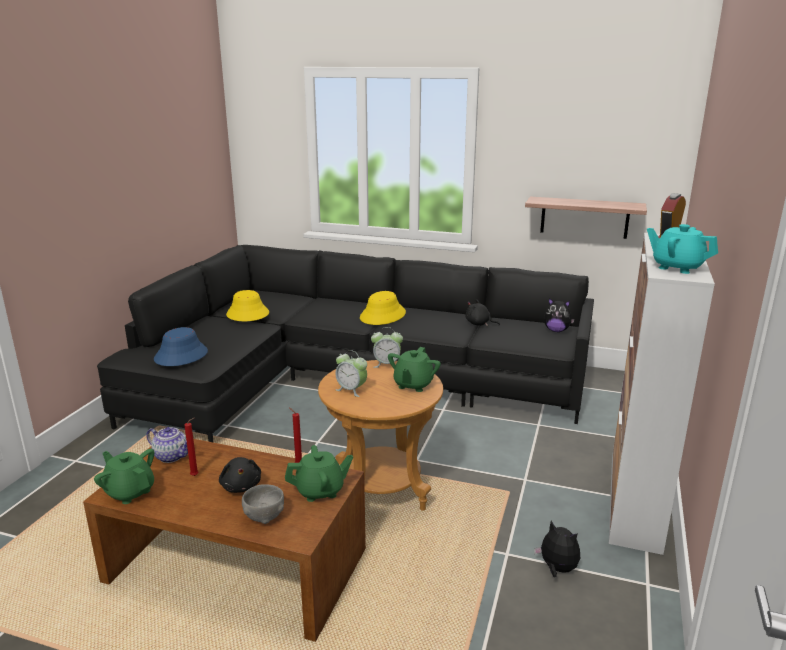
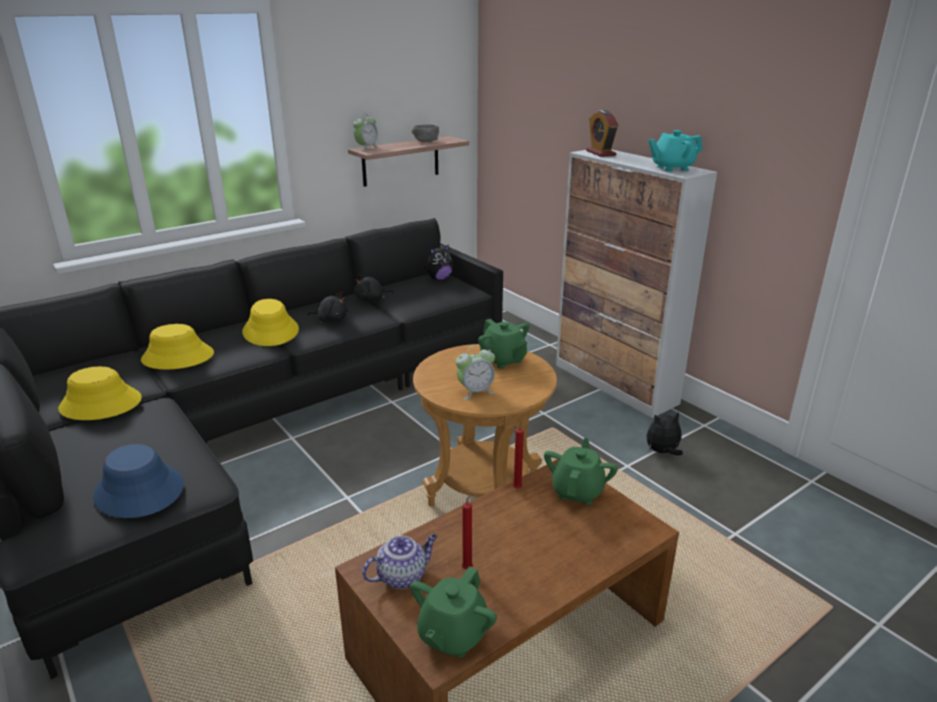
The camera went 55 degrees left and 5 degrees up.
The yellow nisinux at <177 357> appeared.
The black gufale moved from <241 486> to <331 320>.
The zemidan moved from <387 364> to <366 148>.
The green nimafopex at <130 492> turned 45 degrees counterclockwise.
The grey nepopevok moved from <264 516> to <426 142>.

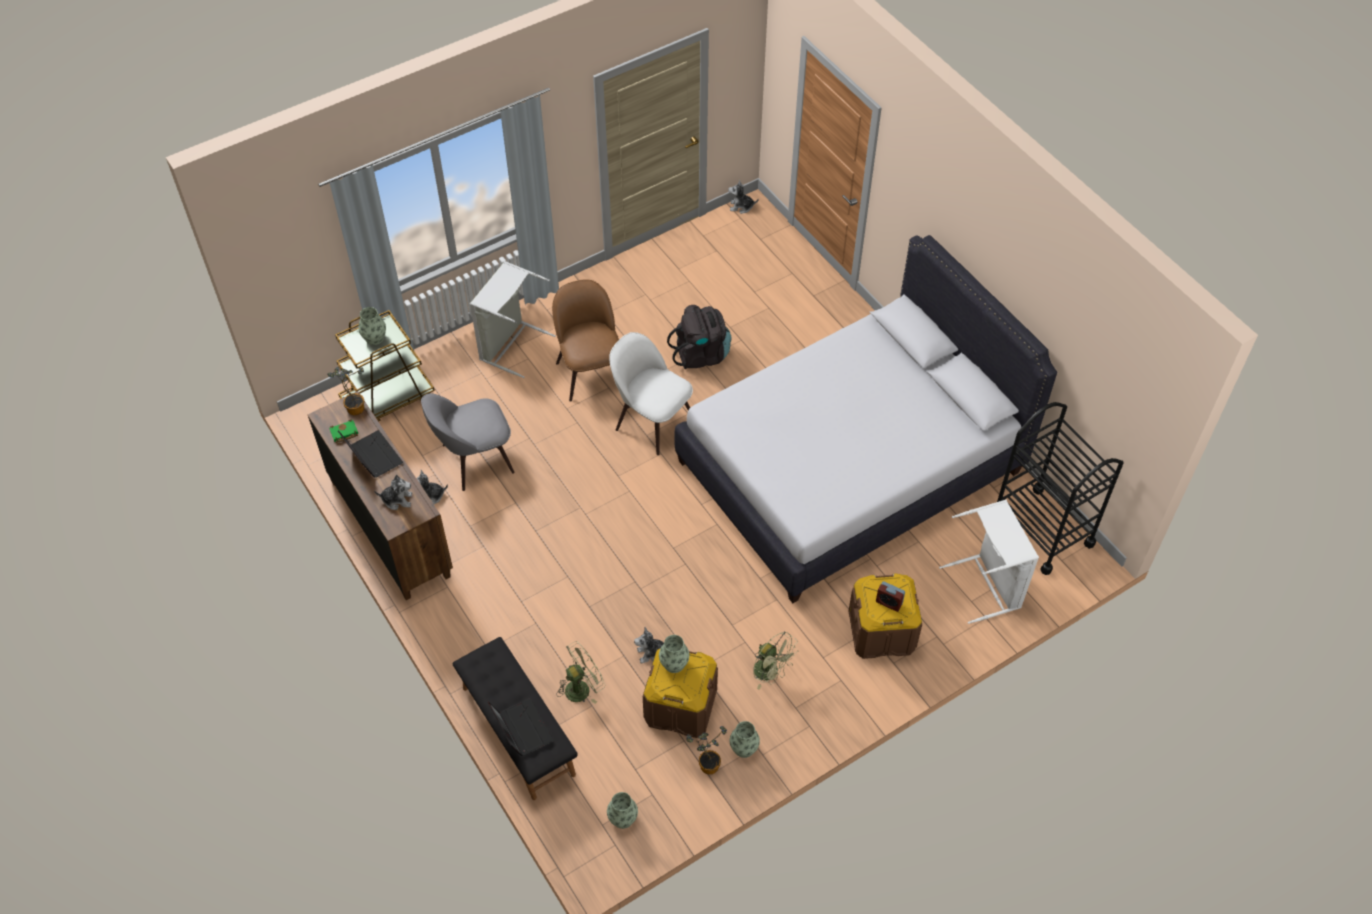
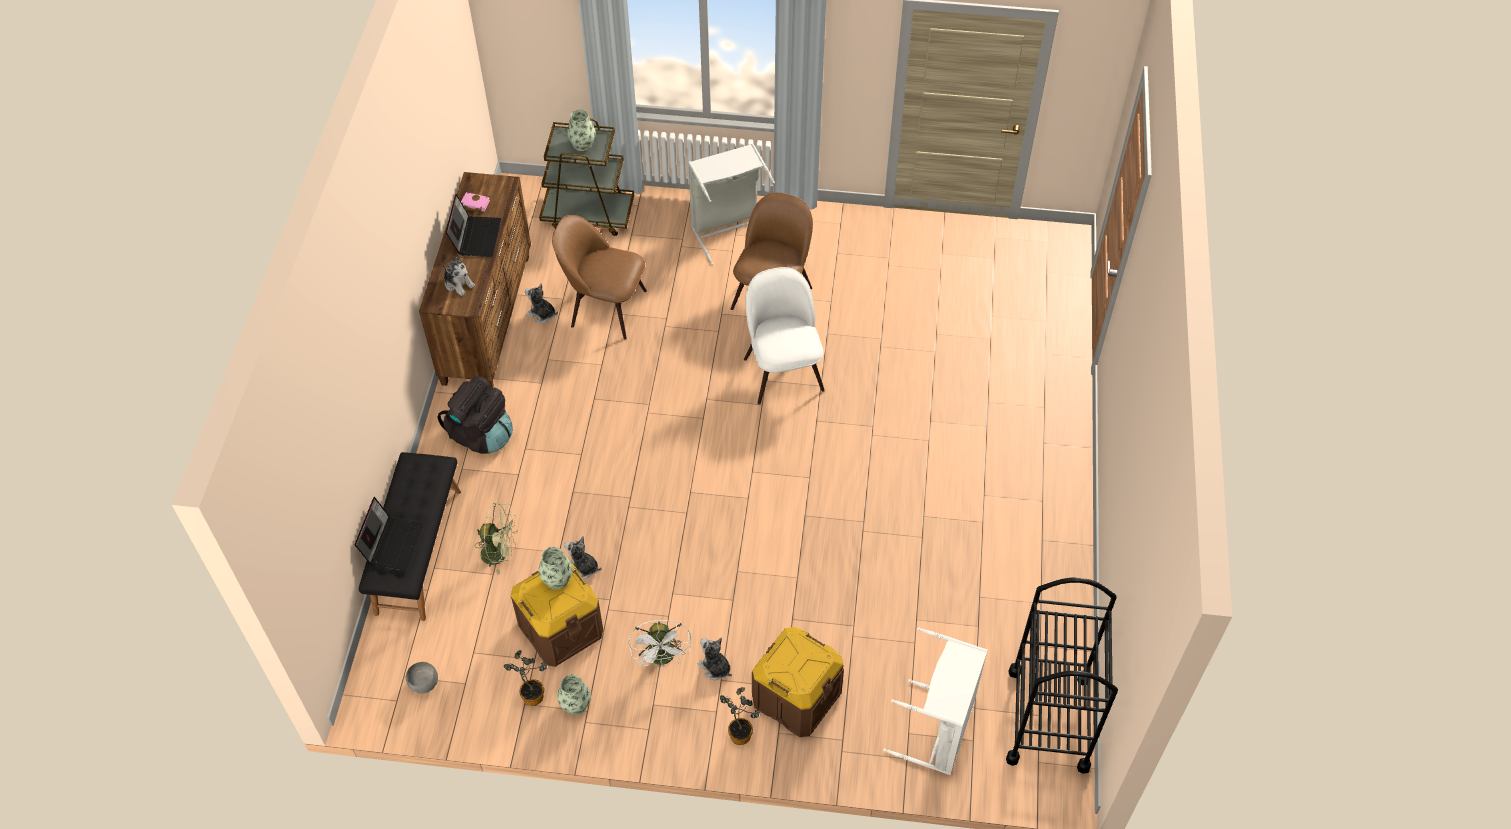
The camera went 40 degrees right and 0 degrees up.
The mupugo at <622 818> was replaced by the grey nepopevok at <423 684>.
The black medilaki moved from <701 354> to <481 435>.
The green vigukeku at <344 433> became the pink vigukeku at <474 204>.
The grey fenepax at <474 459> became the brown fenepax at <605 307>.
The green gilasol at <771 673> became the white gilasol at <663 658>.
The gufale moved from <741 207> to <715 667>.
The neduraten moved from <354 406> to <741 732>.
The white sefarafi at <849 466> disappeared.
The zemidan at <889 602> disappeared.

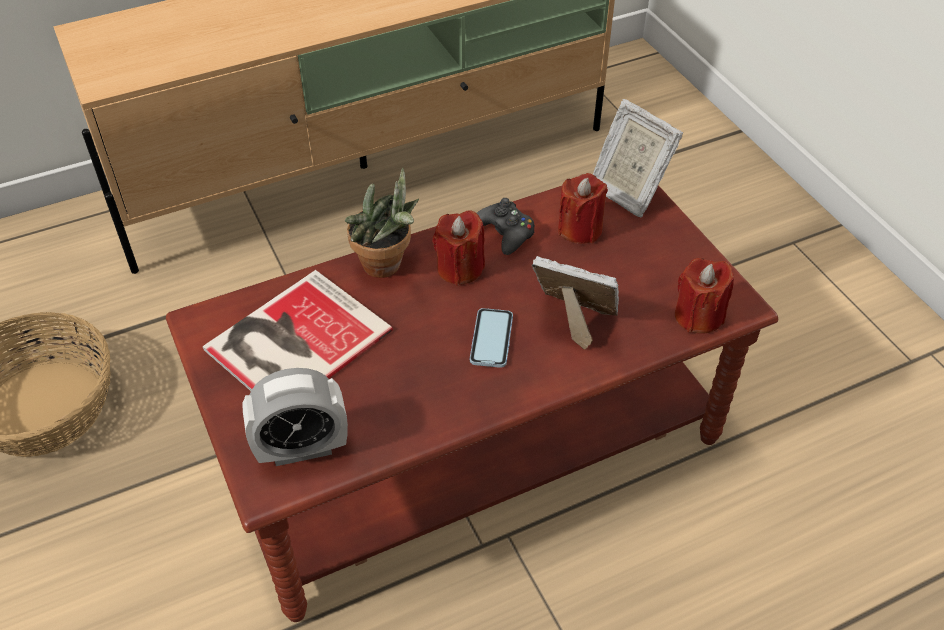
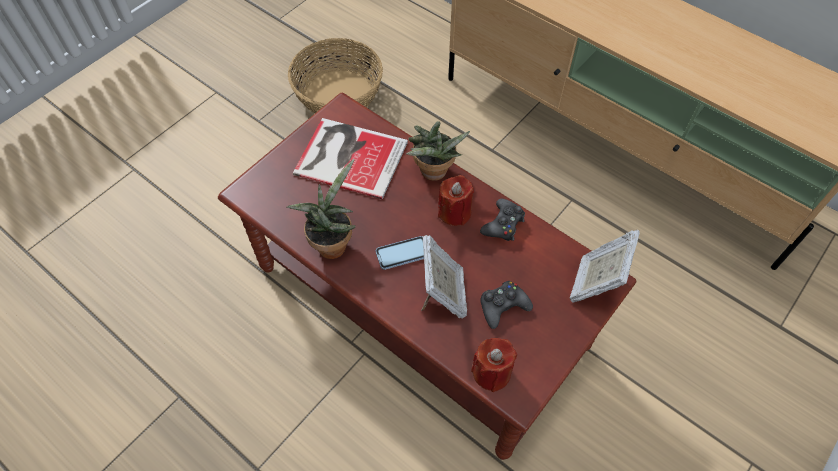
The camera went 65 degrees right and 10 degrees up.
The neduraten at <332 243> appeared.
The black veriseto at <503 306> appeared.
The zemidan at <302 448> disappeared.
The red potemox at <580 229> disappeared.

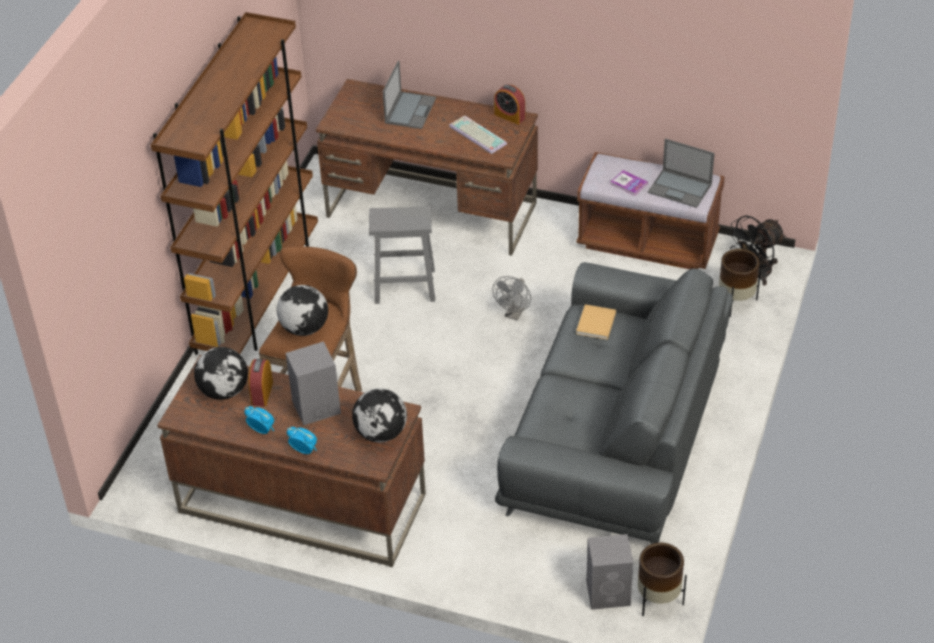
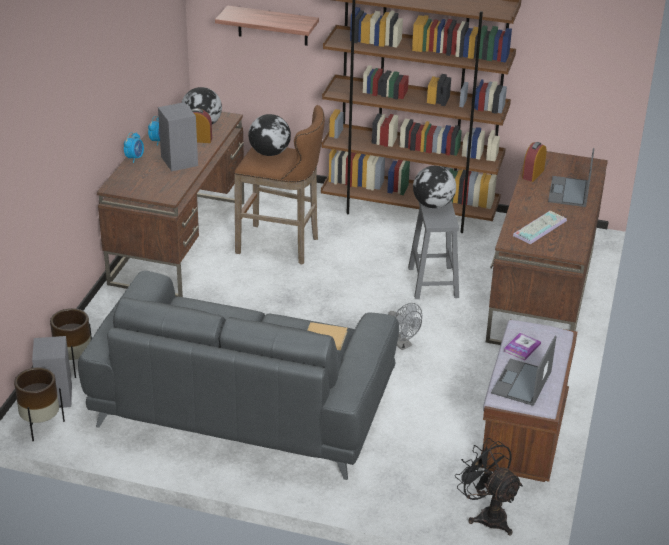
The camera went 85 degrees right and 10 degrees down.
The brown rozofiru moved from <736 302> to <74 364>.
The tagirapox at <272 26> appeared.
The grey gilasol at <514 314> turned 150 degrees counterclockwise.
The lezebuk moved from <381 433> to <433 205>.
The zemidan moved from <509 116> to <533 174>.
The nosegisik at <410 110> turned 90 degrees clockwise.

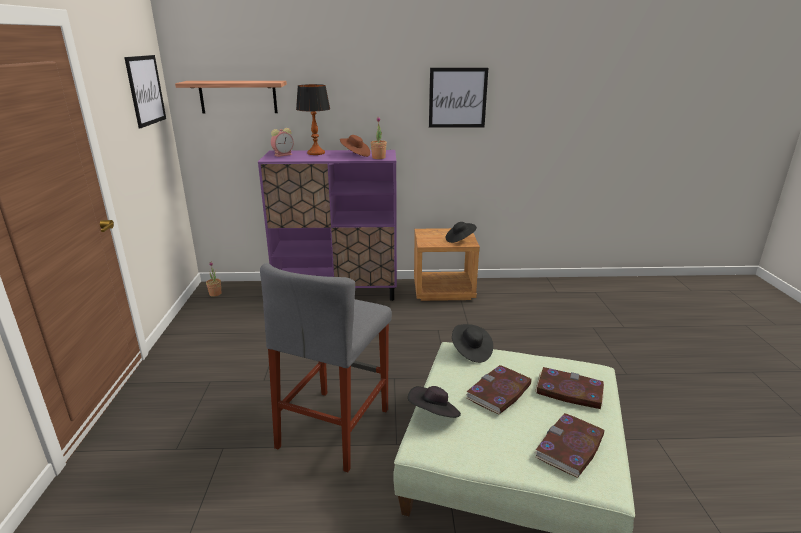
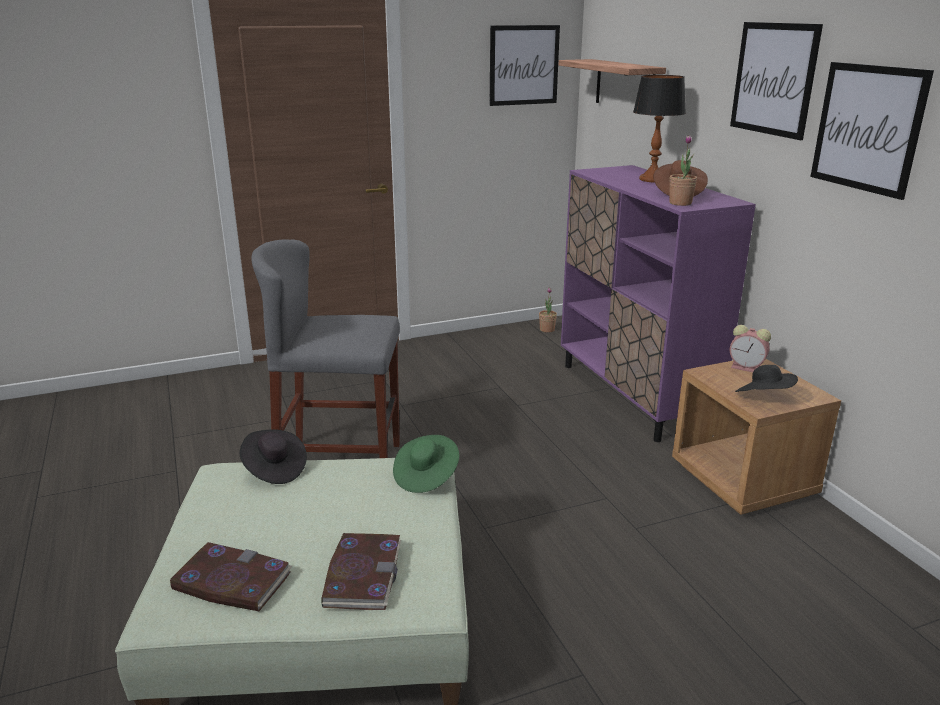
The camera went 70 degrees right and 0 degrees up.
The black nisinux at <471 351> became the green nisinux at <426 476>.
The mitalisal at <773 79> appeared.
The zemidan moved from <283 154> to <747 368>.
The vigukeku at <499 392> disappeared.

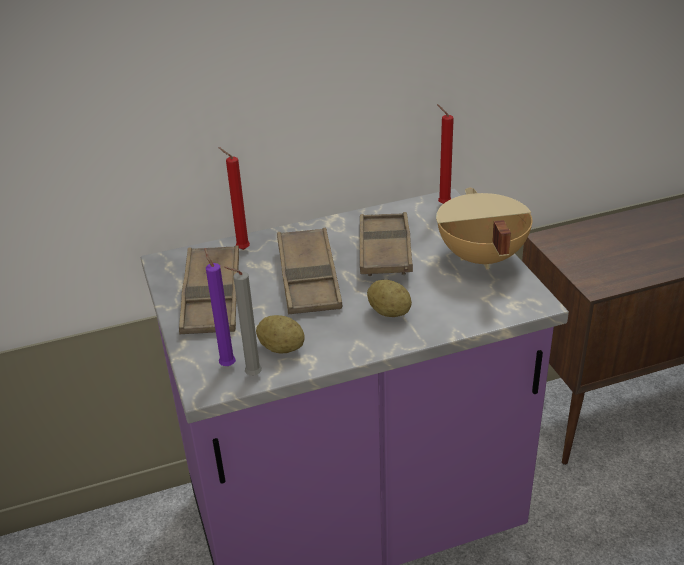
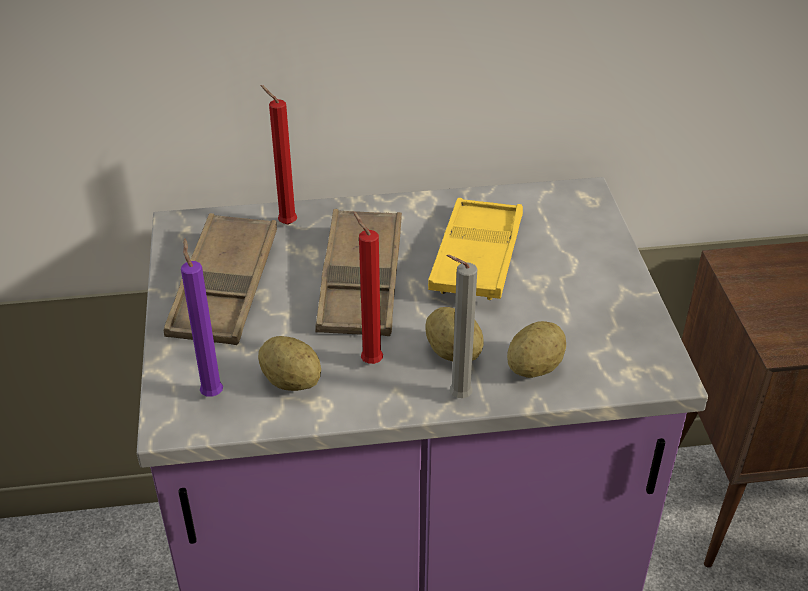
The camera went 10 degrees right and 5 degrees up.
The red potemox moved from <442 204> to <369 360>.
The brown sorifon at <384 250> became the yellow sorifon at <477 257>.
The grey potemox moved from <251 376> to <456 397>.
The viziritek at <534 367> appeared.
The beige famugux at <480 257> disappeared.

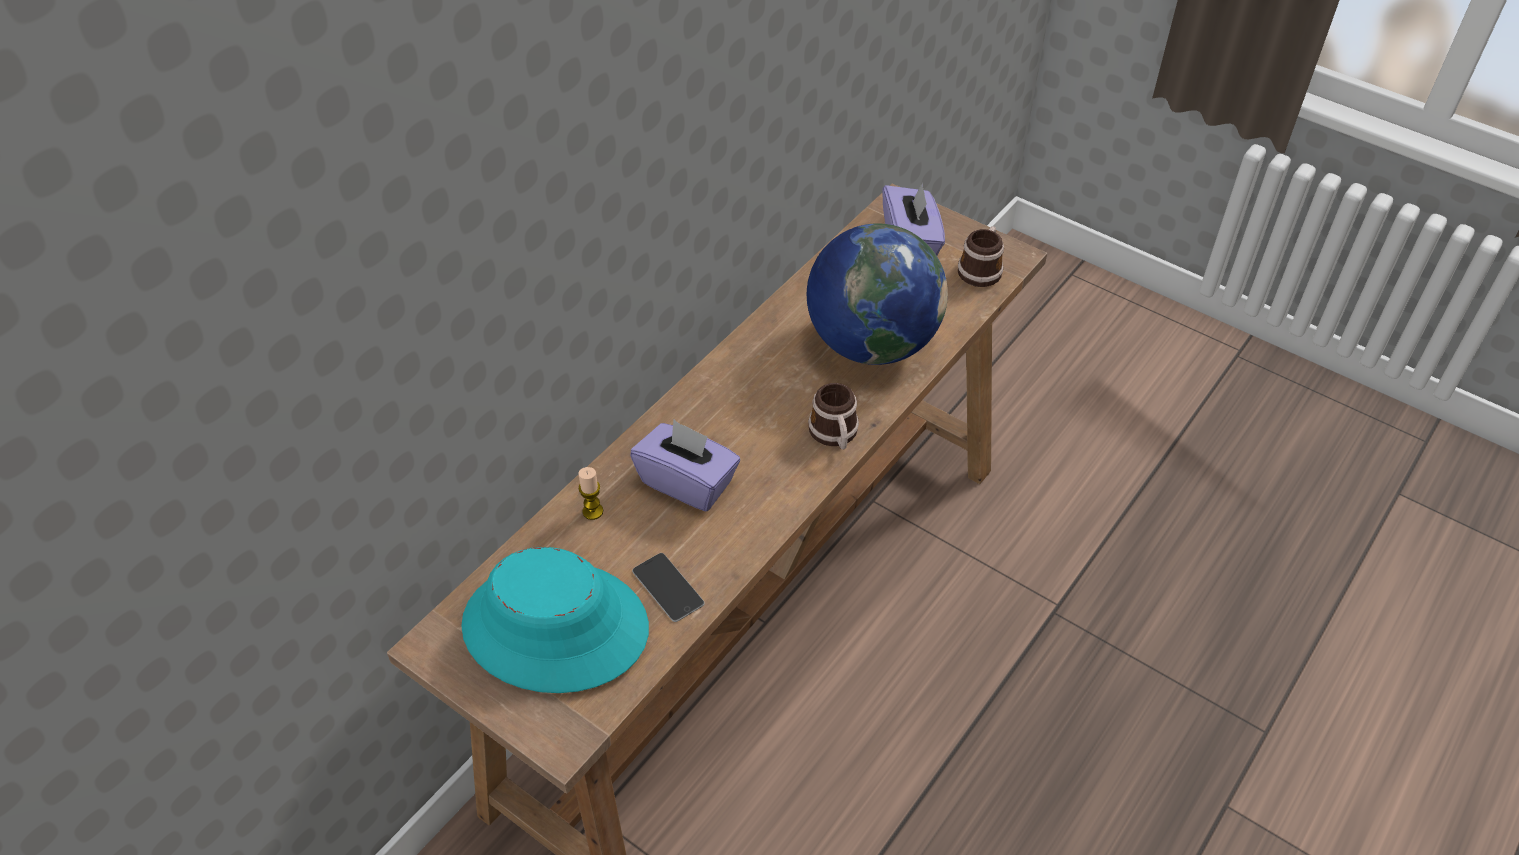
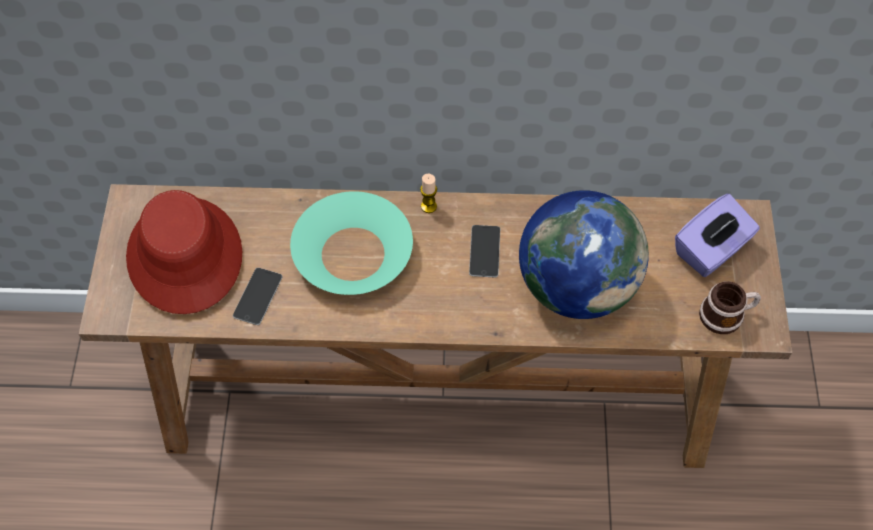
The camera went 55 degrees right and 10 degrees up.
The turquoise nisinux at <555 628> became the red nisinux at <184 255>.
The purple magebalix at <687 482> was replaced by the turquoise nepopevok at <352 253>.
The potemox moved from <593 511> to <428 206>.
The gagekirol at <484 251> appeared.
The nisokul at <835 435> disappeared.

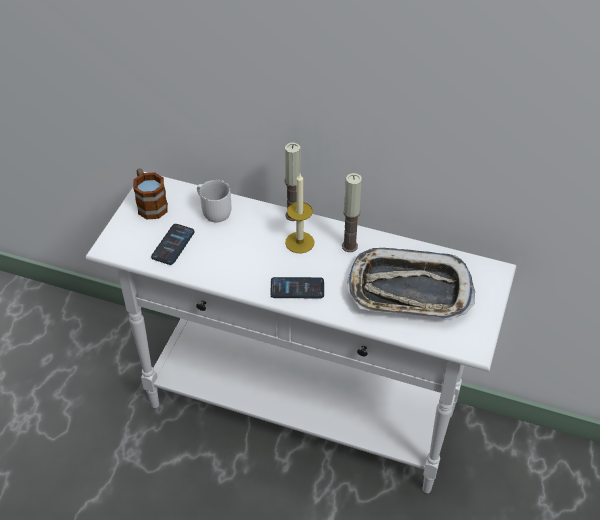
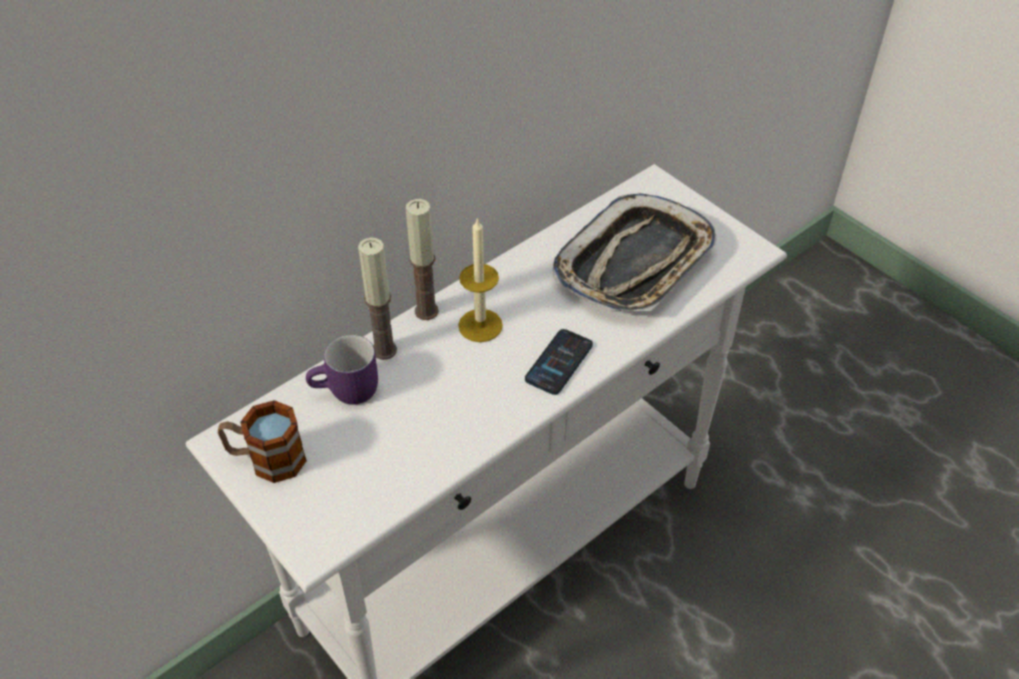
The camera went 60 degrees left and 0 degrees up.
The white nisokul at <212 212> became the purple nisokul at <347 393>.
The potemox moved from <349 246> to <384 350>.
The gagekirol at <173 245> disappeared.

